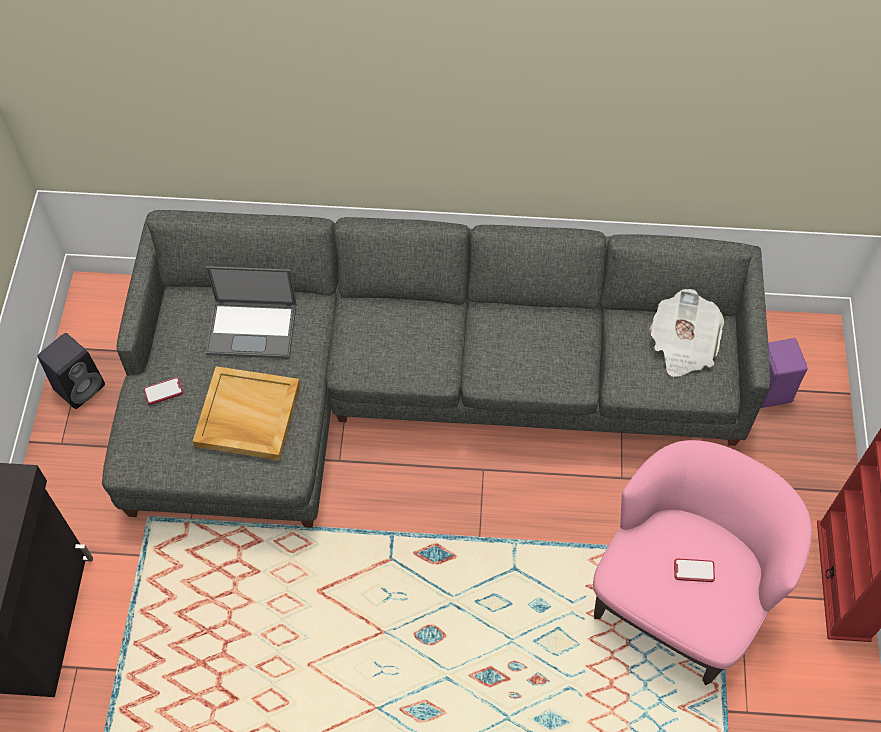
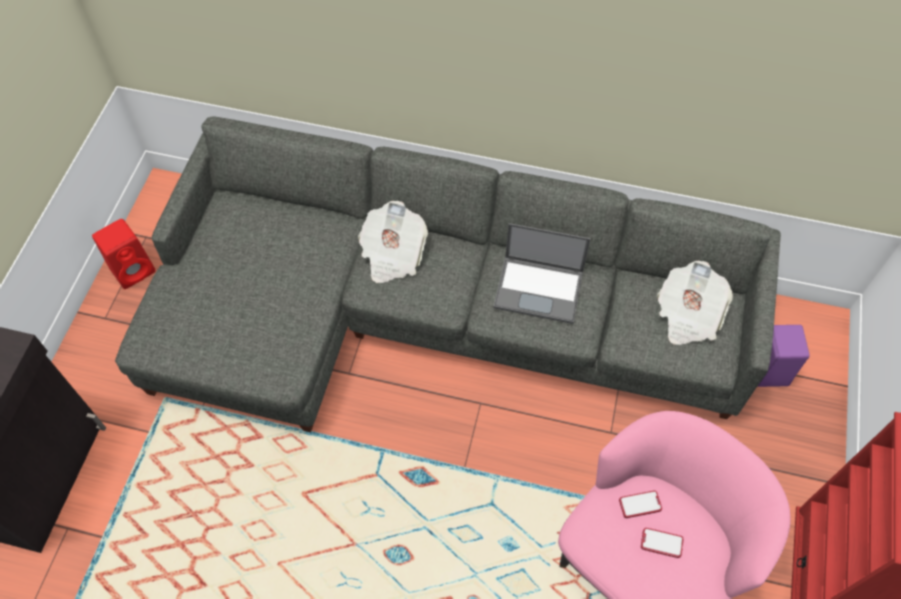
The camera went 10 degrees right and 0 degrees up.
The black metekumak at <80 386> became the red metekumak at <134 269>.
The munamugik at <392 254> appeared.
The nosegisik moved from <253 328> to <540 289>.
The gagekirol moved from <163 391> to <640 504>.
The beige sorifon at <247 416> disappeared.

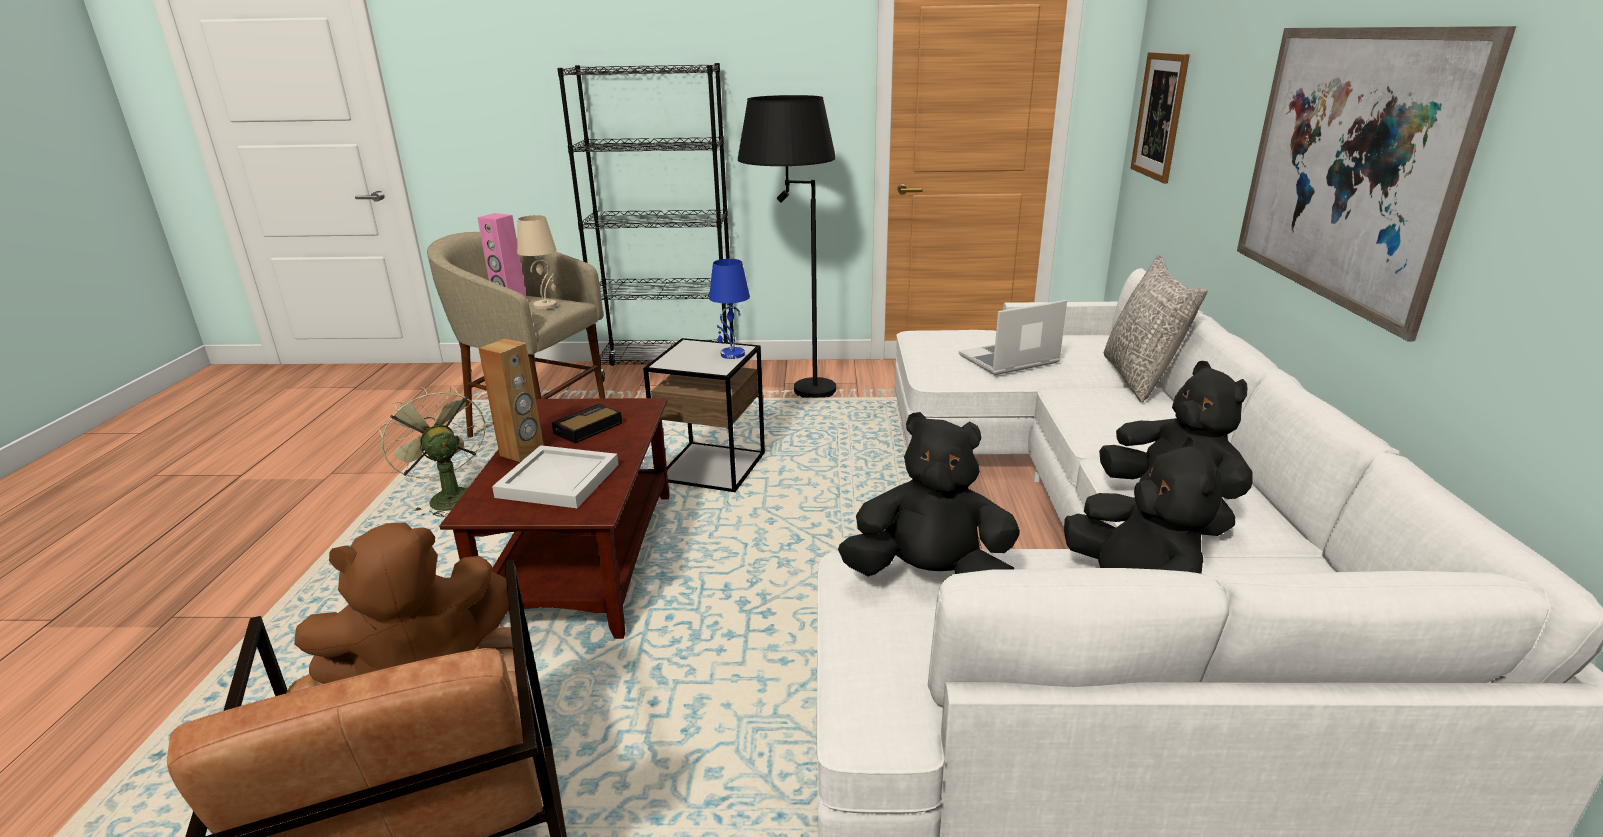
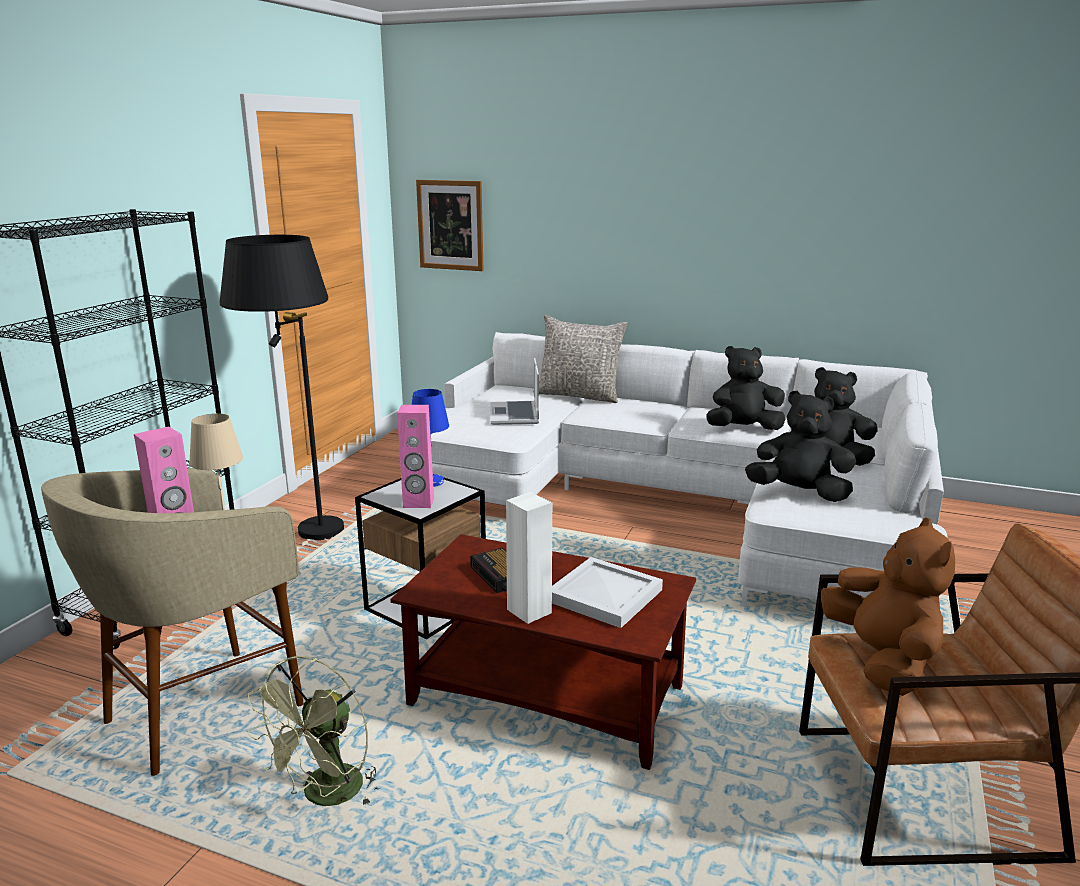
The camera went 70 degrees left and 5 degrees down.
The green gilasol at <447 497> turned 45 degrees counterclockwise.
The pink metekumak at <418 503> appeared.
The brown metekumak at <522 452> became the white metekumak at <529 611>.
The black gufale at <930 579> turned 75 degrees clockwise.
The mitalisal at <1345 166> disappeared.

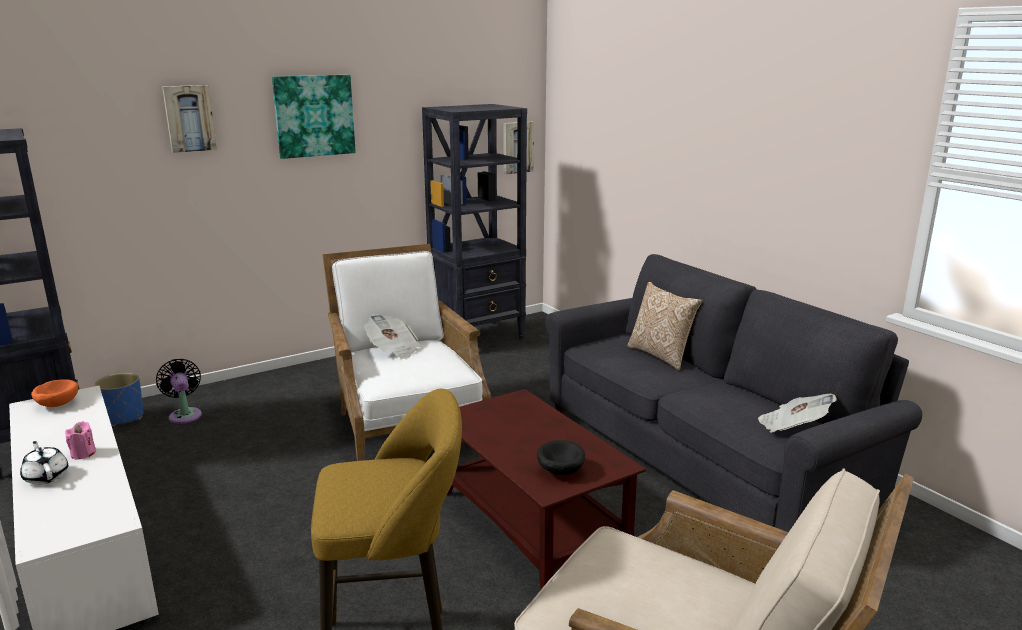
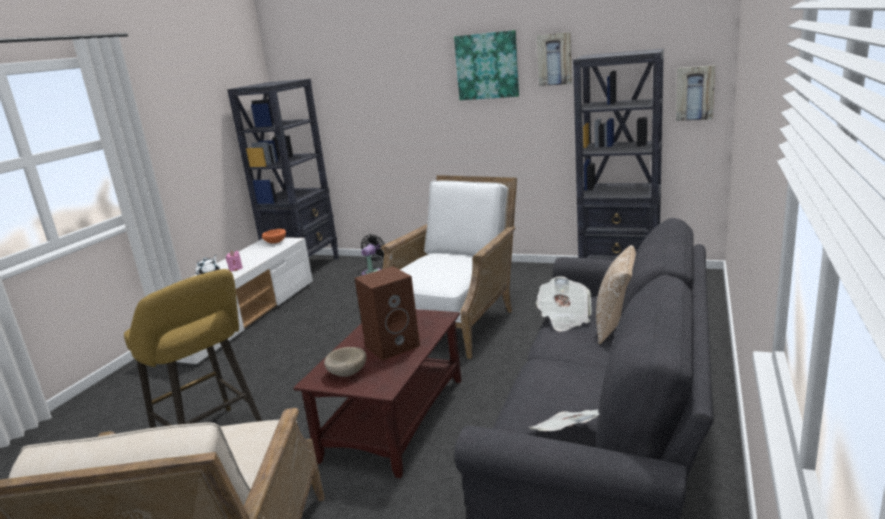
The camera went 55 degrees right and 0 degrees up.
The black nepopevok at <559 471> became the beige nepopevok at <346 373>.
The brown metekumak at <393 345> appeared.
The munamugik moved from <393 350> to <564 318>.
The mitalisal moved from <189 118> to <554 59>.
The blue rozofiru at <124 417> disappeared.

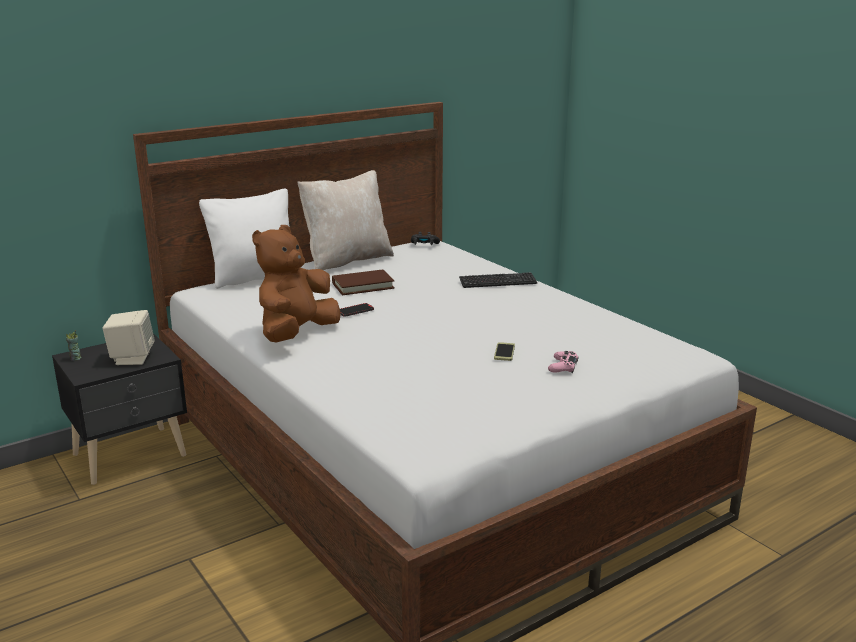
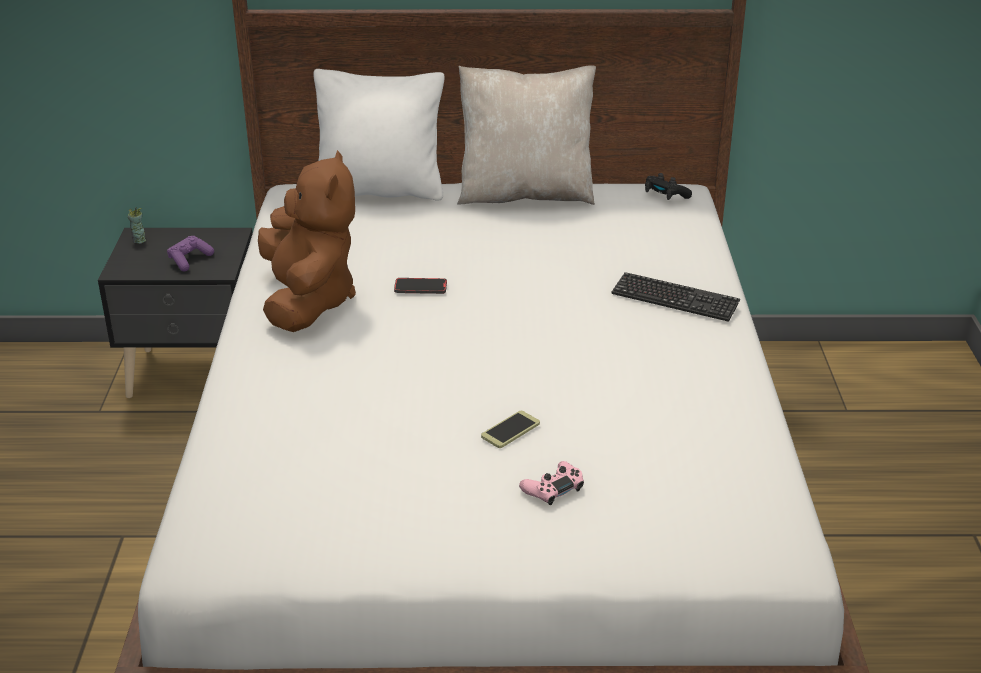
The camera went 35 degrees right and 10 degrees up.
The beige metekumak at <132 358> was replaced by the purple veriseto at <189 260>.
The brown gufale at <296 334> turned 105 degrees clockwise.
The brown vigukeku at <363 285> disappeared.

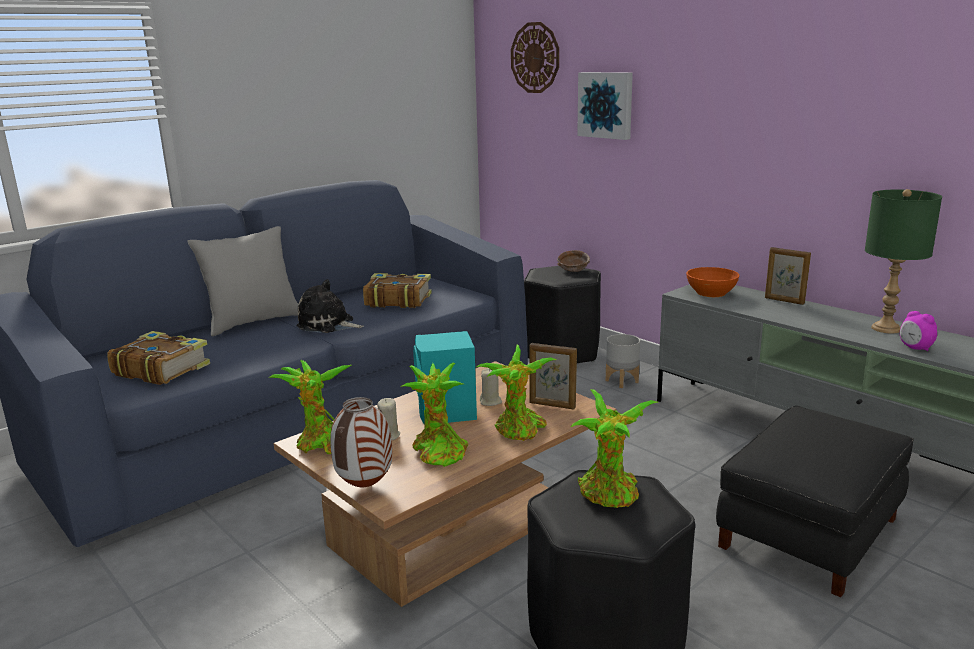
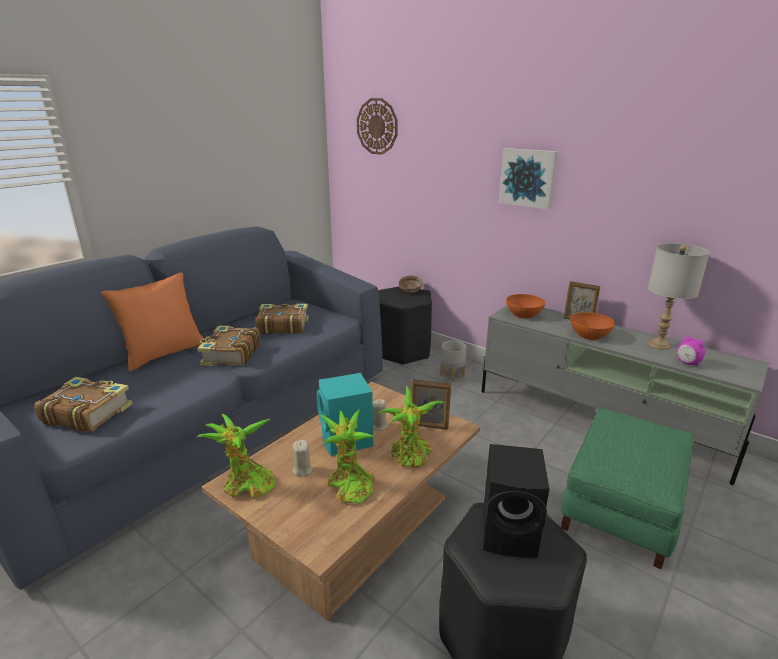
The camera went 10 degrees left and 5 degrees up.
The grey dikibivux at <253 322> became the orange dikibivux at <164 354>.
The gufale at <328 325> was replaced by the vigukeku at <230 355>.
The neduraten at <610 495> was replaced by the black metekumak at <511 533>.
The mitalisal moved from <606 105> to <528 178>.
The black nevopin at <810 533> became the green nevopin at <622 508>.
The orange nepopevok at <589 335> appeared.
The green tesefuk at <886 328> became the grey tesefuk at <659 345>.
The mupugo at <365 486> disappeared.

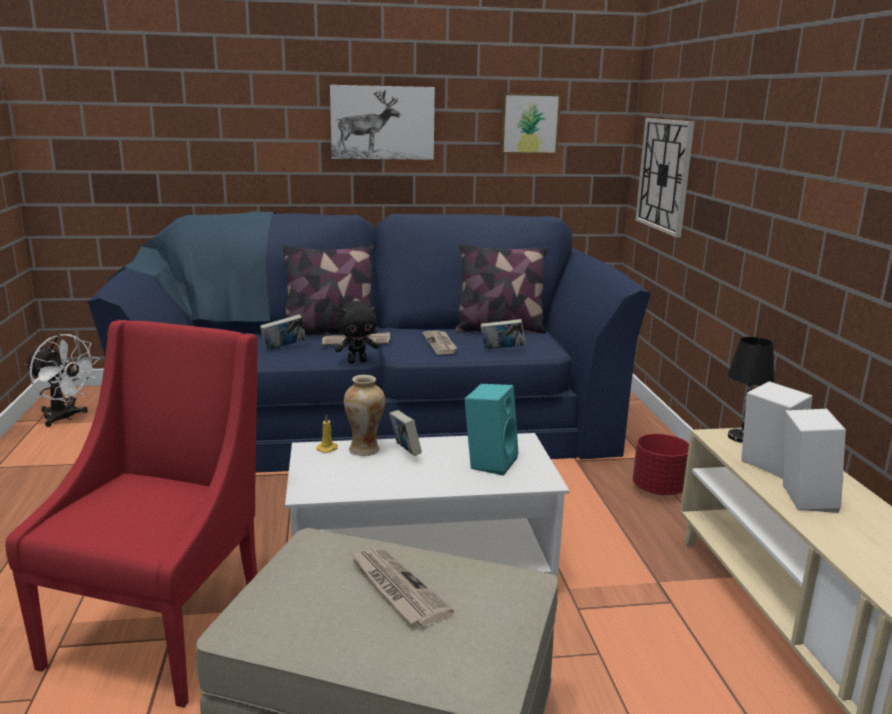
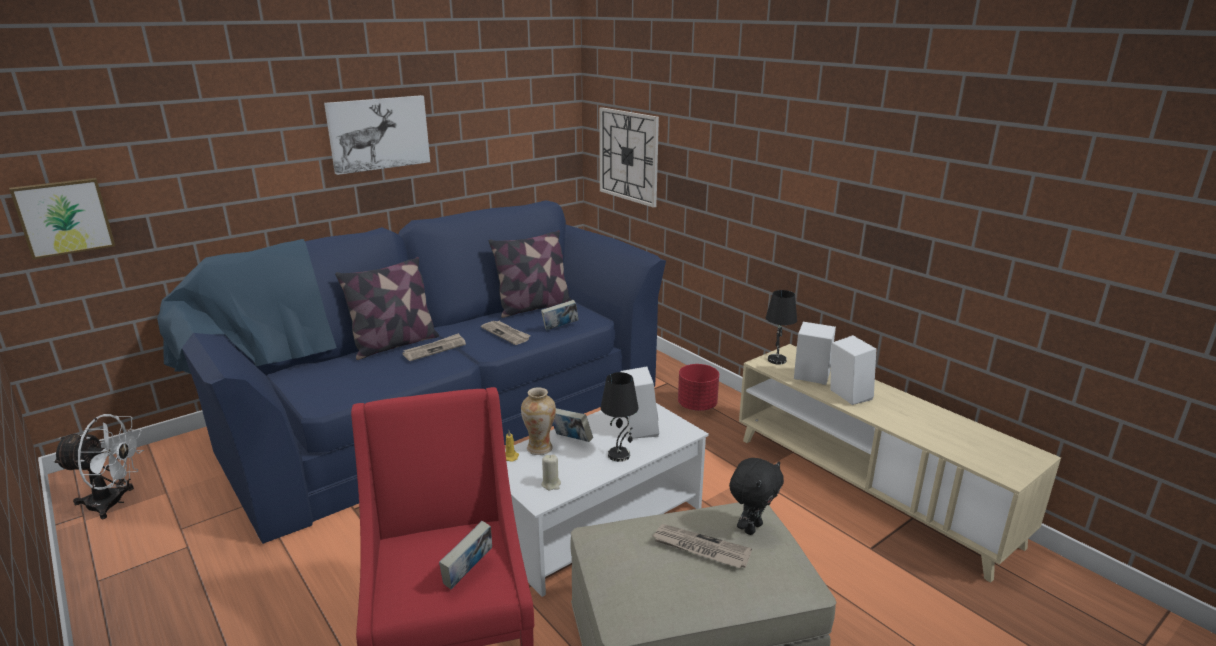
The camera went 30 degrees left and 5 degrees up.
The mitalisal moved from <529 123> to <64 217>.
The vigukeku moved from <284 348> to <468 574>.
The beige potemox at <551 484> appeared.
The black tesefuk at <619 455> appeared.
The turquoise metekumak at <489 462> became the white metekumak at <637 428>.
The black gufale moved from <357 362> to <752 527>.

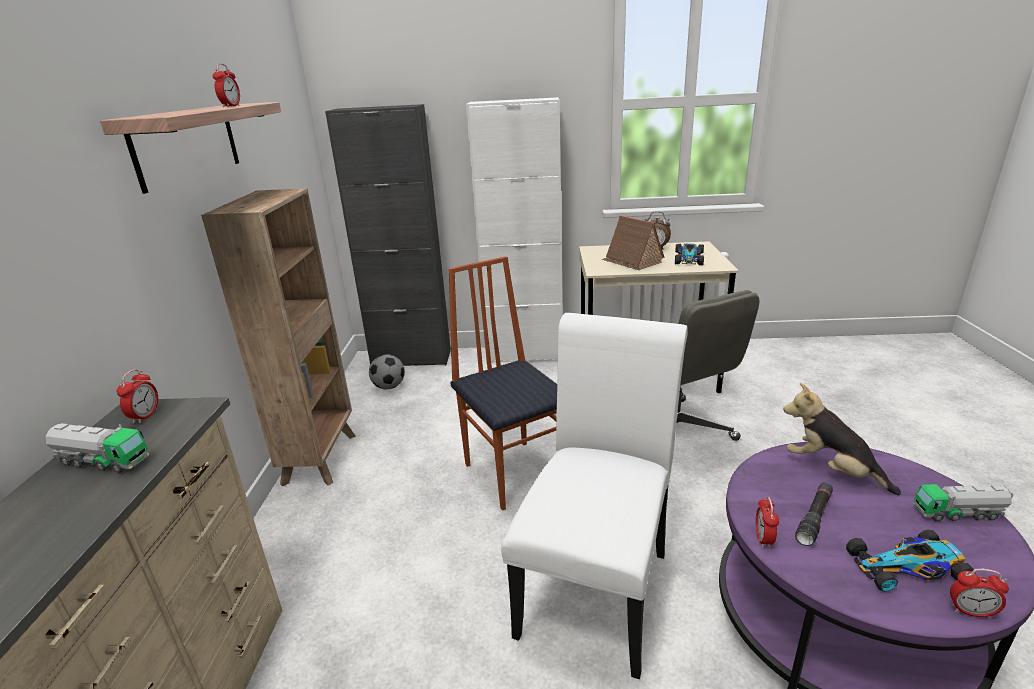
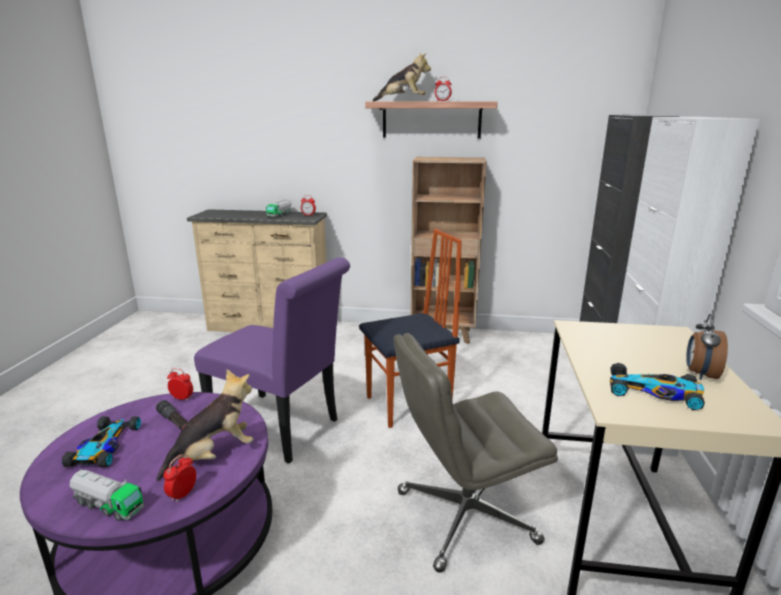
The camera went 95 degrees right and 5 degrees down.
The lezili at <958 513> turned 105 degrees clockwise.
The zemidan moved from <970 612> to <183 494>.
The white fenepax at <598 583> became the purple fenepax at <281 429>.
The gufale at <402 101> appeared.
The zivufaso at <389 387> disappeared.
The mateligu at <632 261> disappeared.

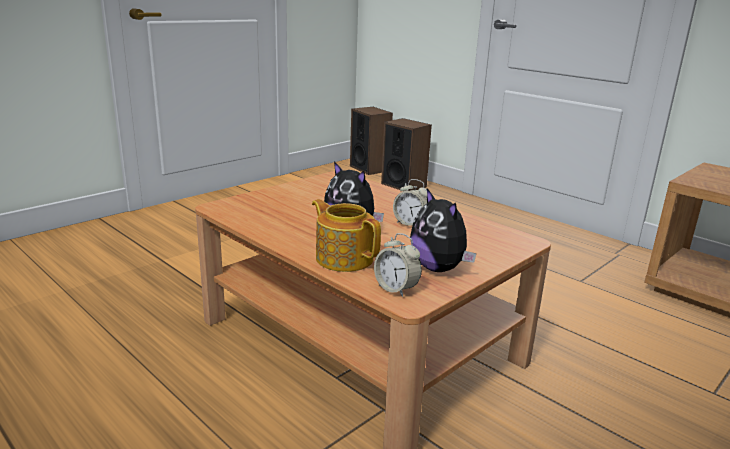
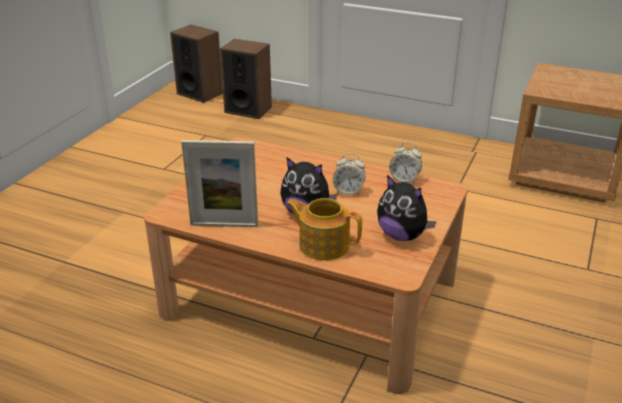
The camera went 20 degrees left and 10 degrees up.
The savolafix at <224 225> appeared.
The zemidan moved from <396 289> to <404 179>.

